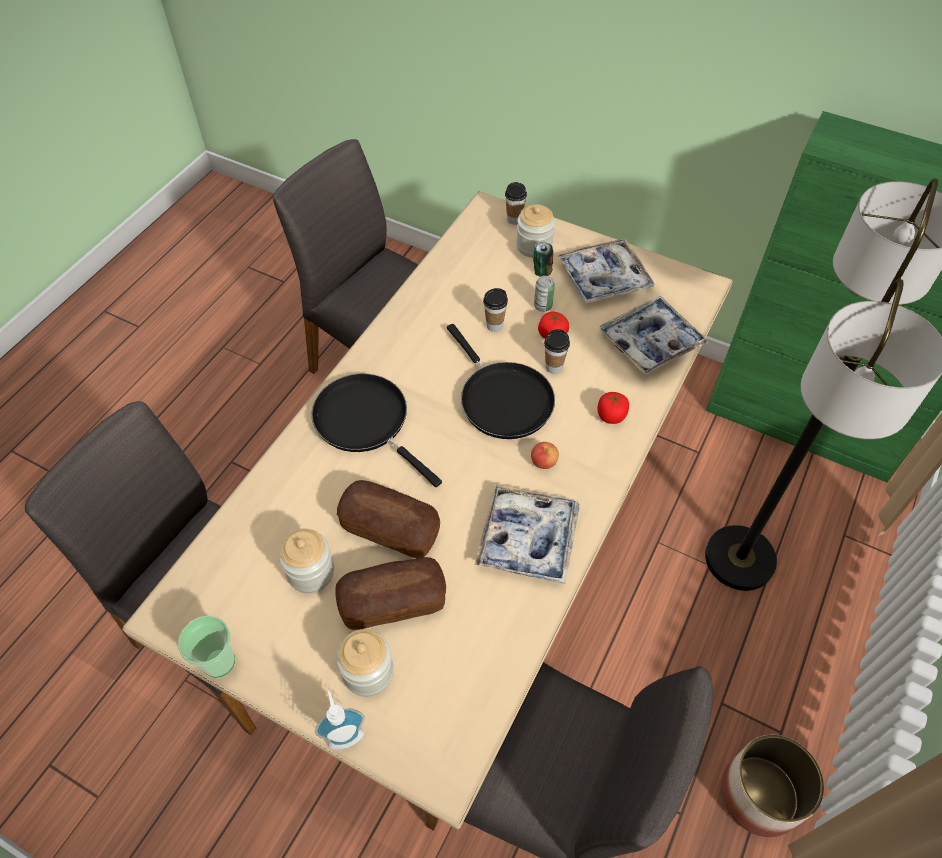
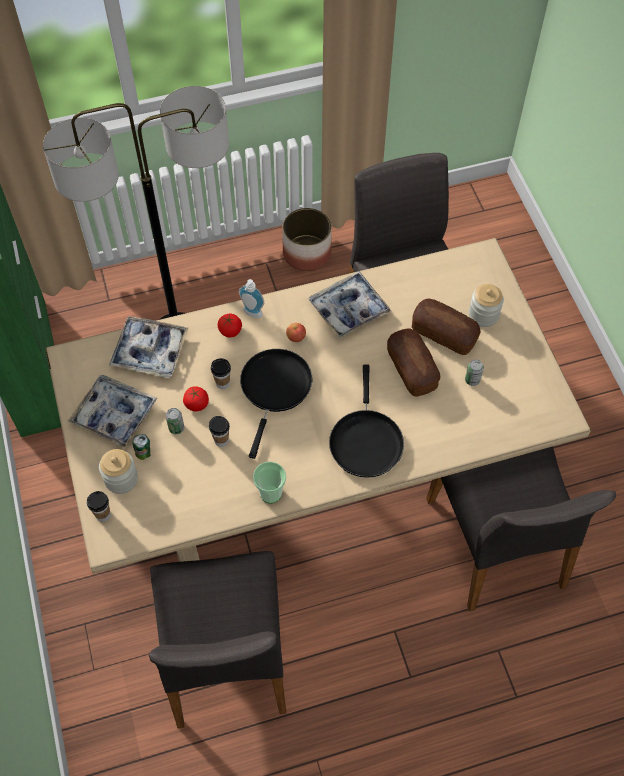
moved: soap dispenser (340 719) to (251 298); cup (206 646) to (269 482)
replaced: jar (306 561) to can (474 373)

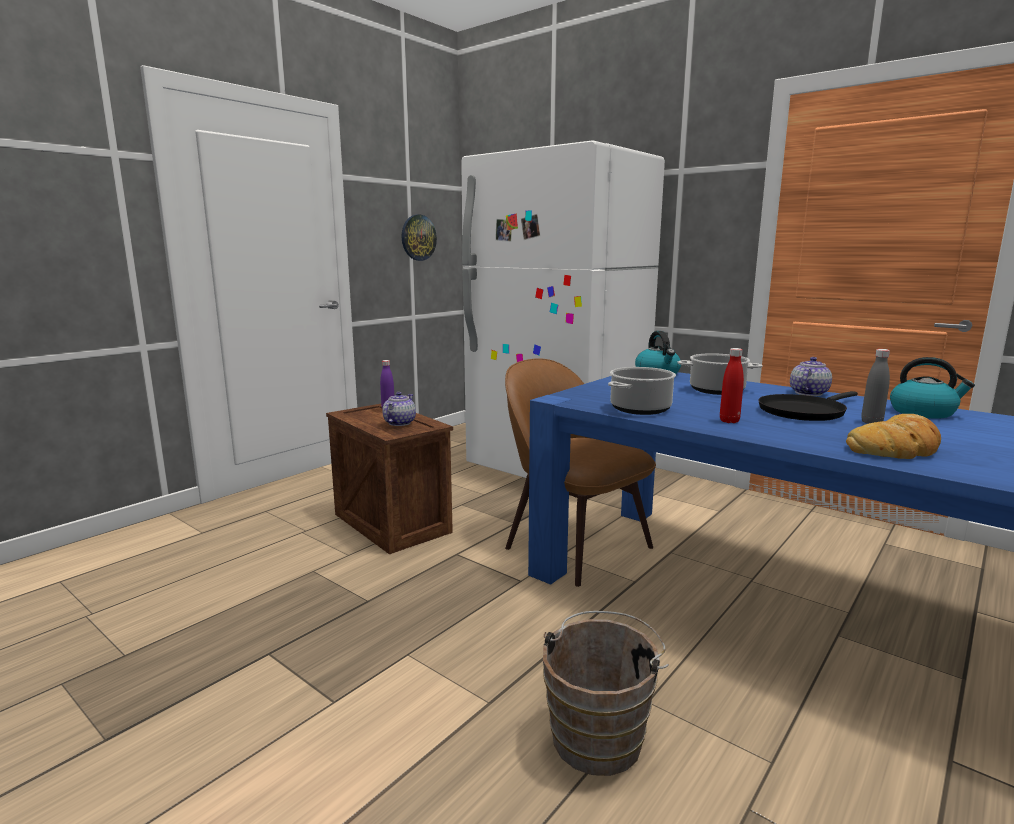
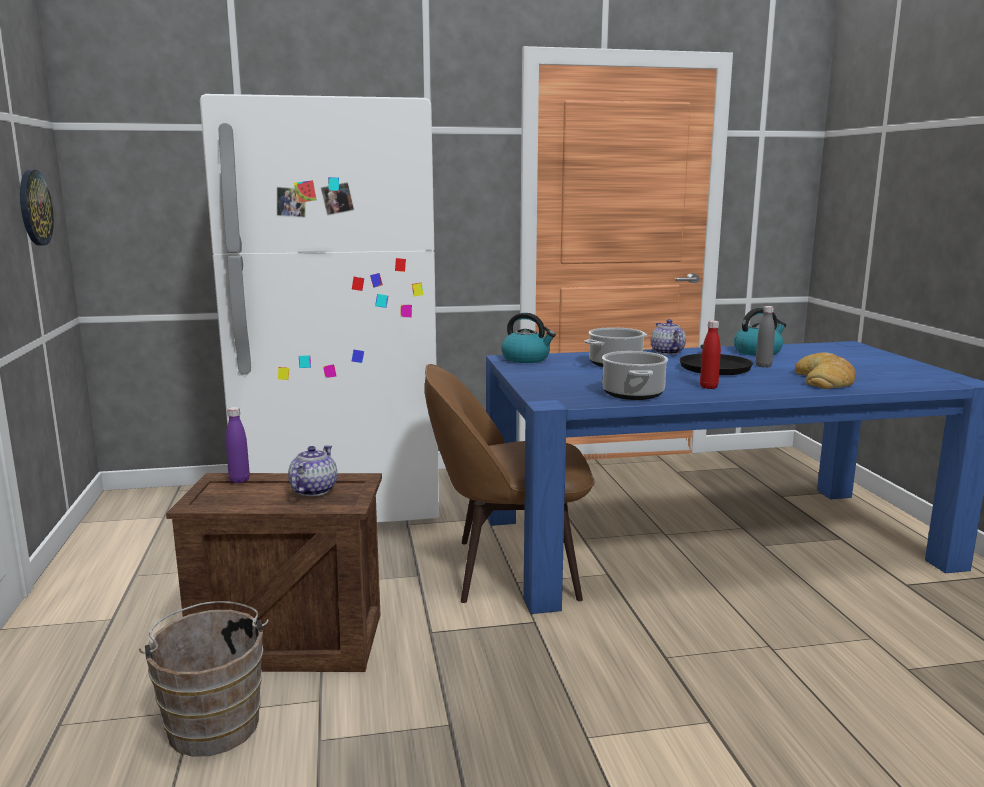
moved: bucket (brown) (606 693) to (204 679)
turned: teapot (399 409) = (312 470) 45 degrees clockwise

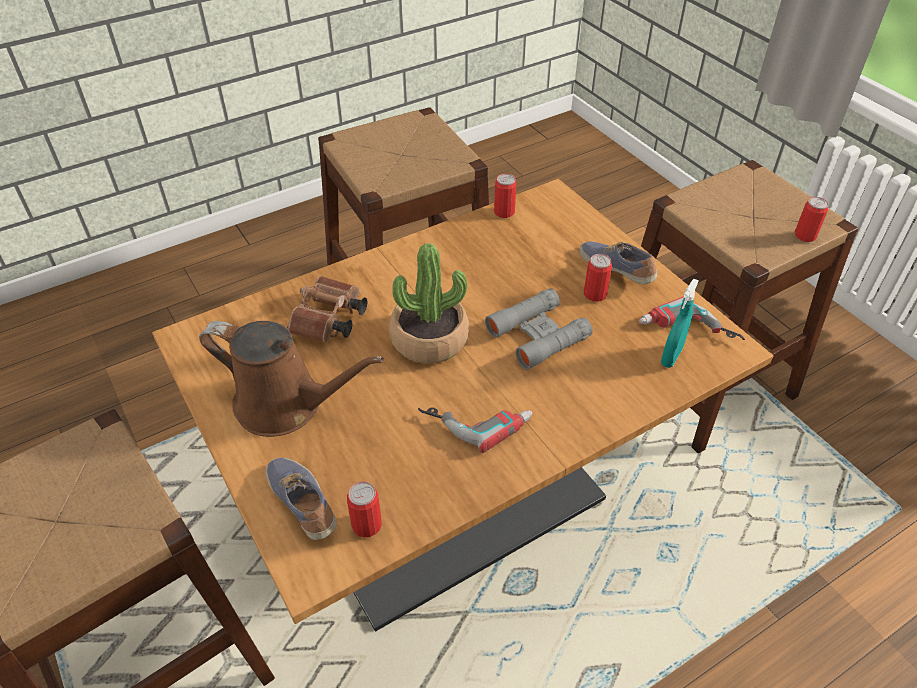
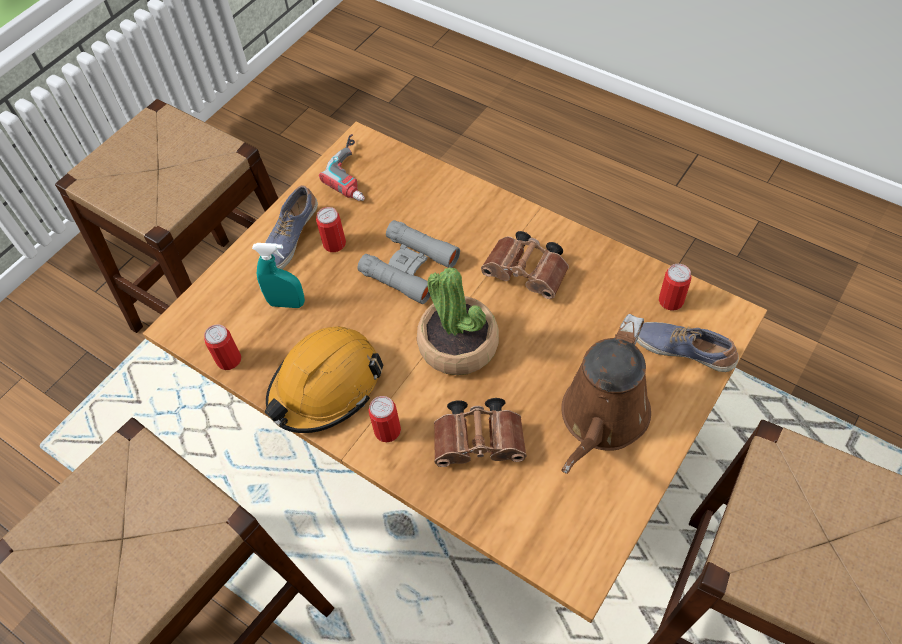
added: hard hat (orange) (324 379)
moved: spray bottle (turquoise) (680 323) to (278 275); can (811 219) to (384 419)
replaced: power drill (475 430) to binoculars (brown) (525 265)
turned: watering can (brown) (291 379) = (606 394) 150 degrees counterclockwise; shoe (301 499) = (688 347) 90 degrees clockwise

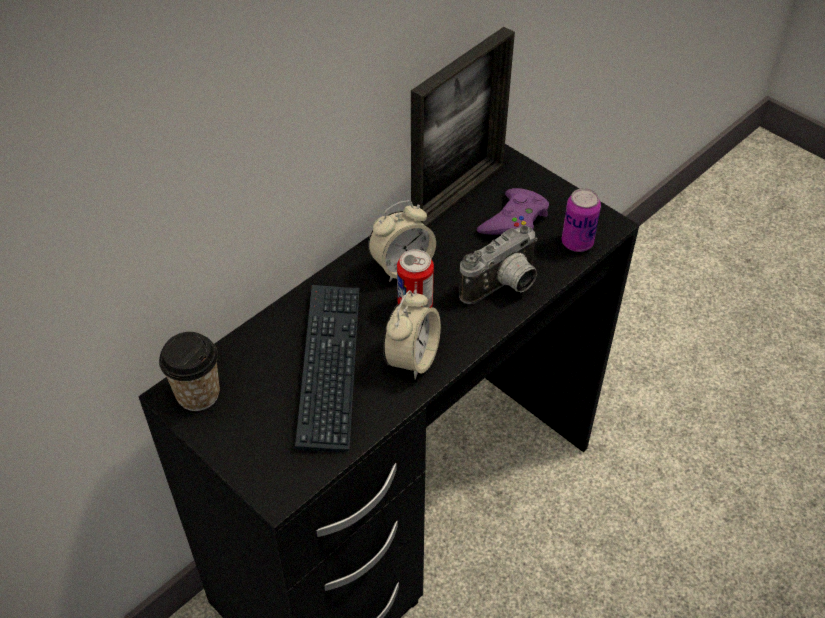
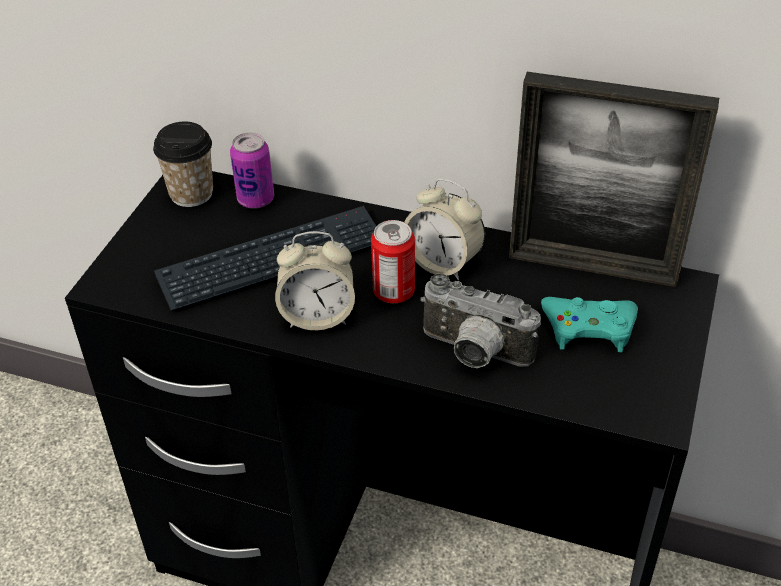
moved: can (581 220) to (252 171)
recoloured: game controller (purple) (513 211) to game controller (turquoise) (589 324)

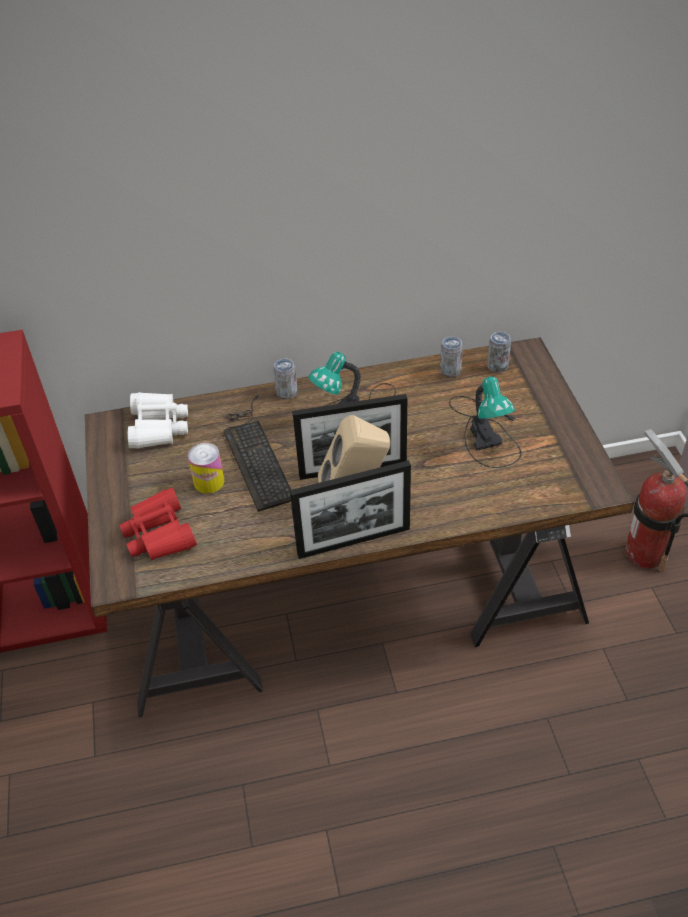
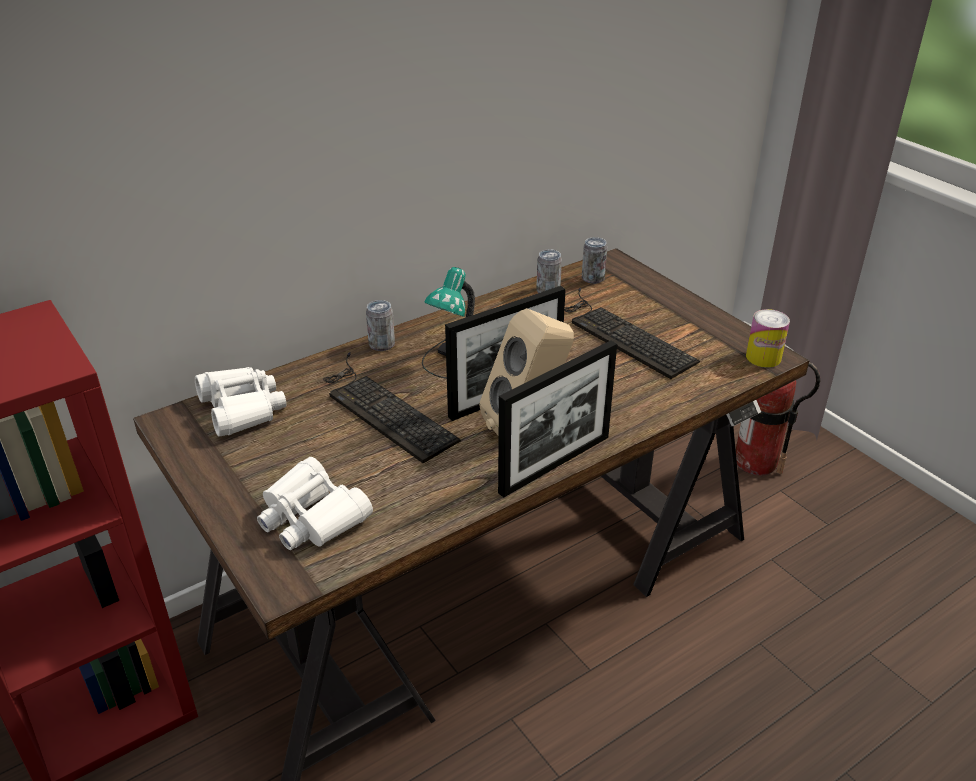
moved: can (206 468) to (768 338)
replaced: table lamp (485 422) to keyboard (632 333)
recoloured: binoculars (red) (158 524) to binoculars (white) (315 503)

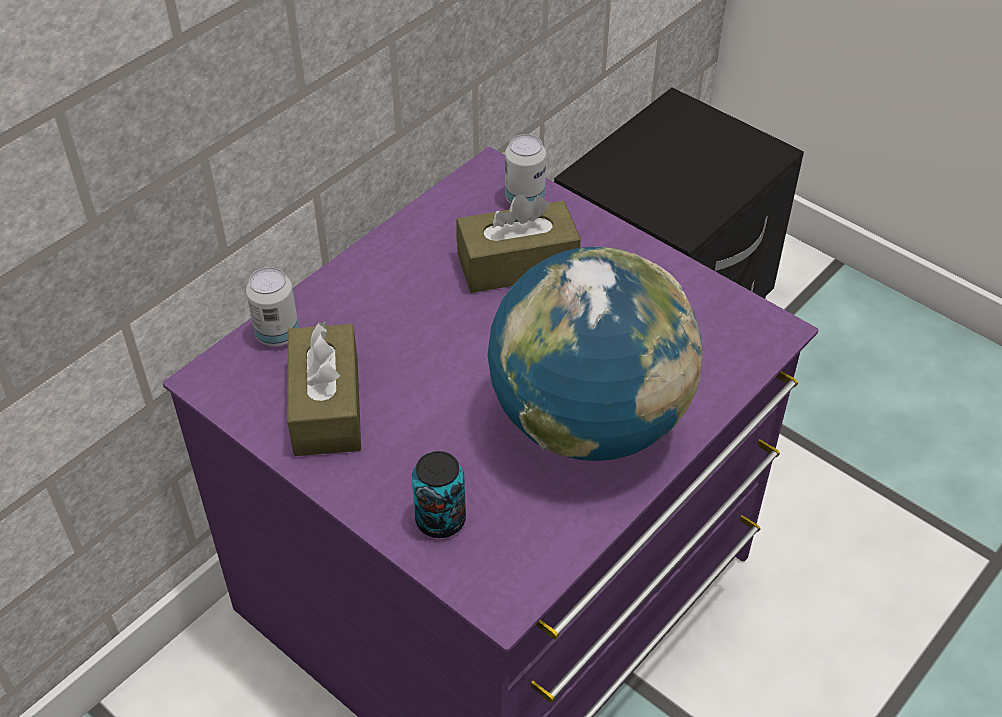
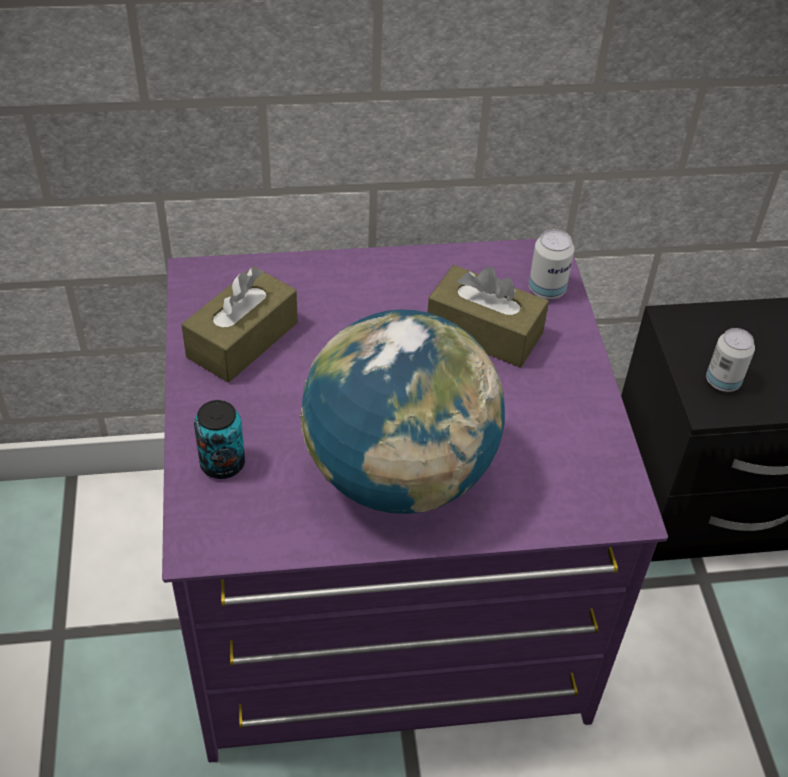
moved: can (272 306) to (730 360)

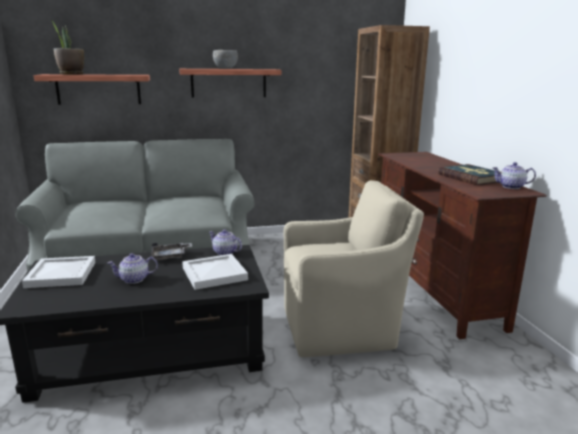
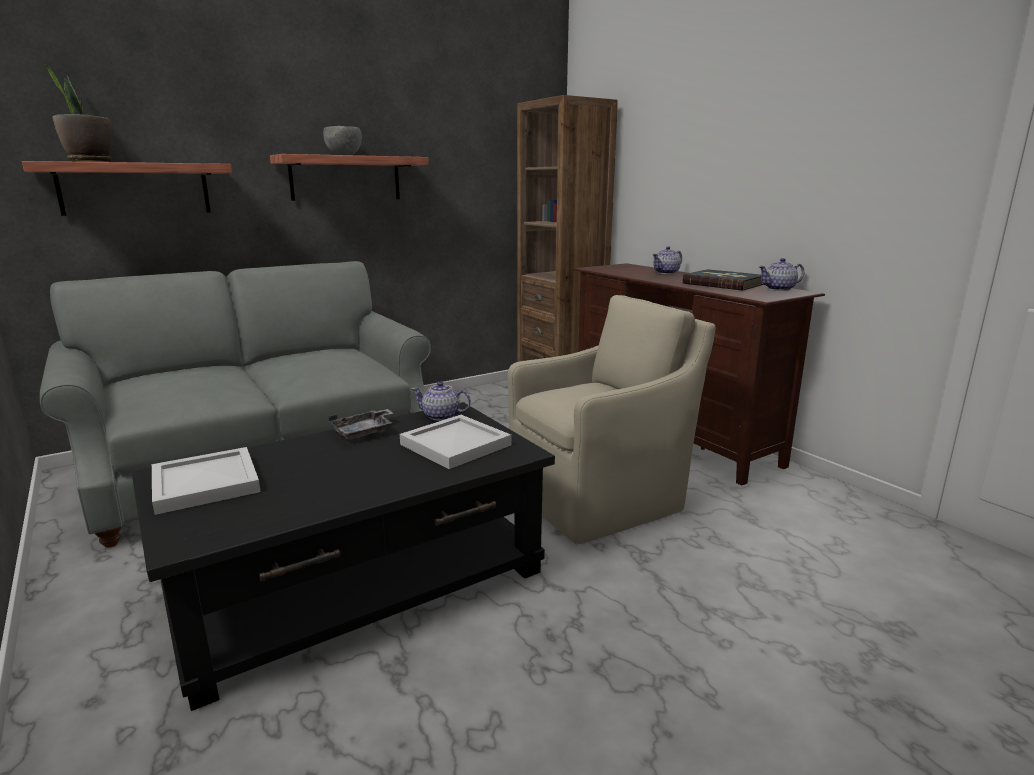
moved: teapot (132 268) to (667 260)

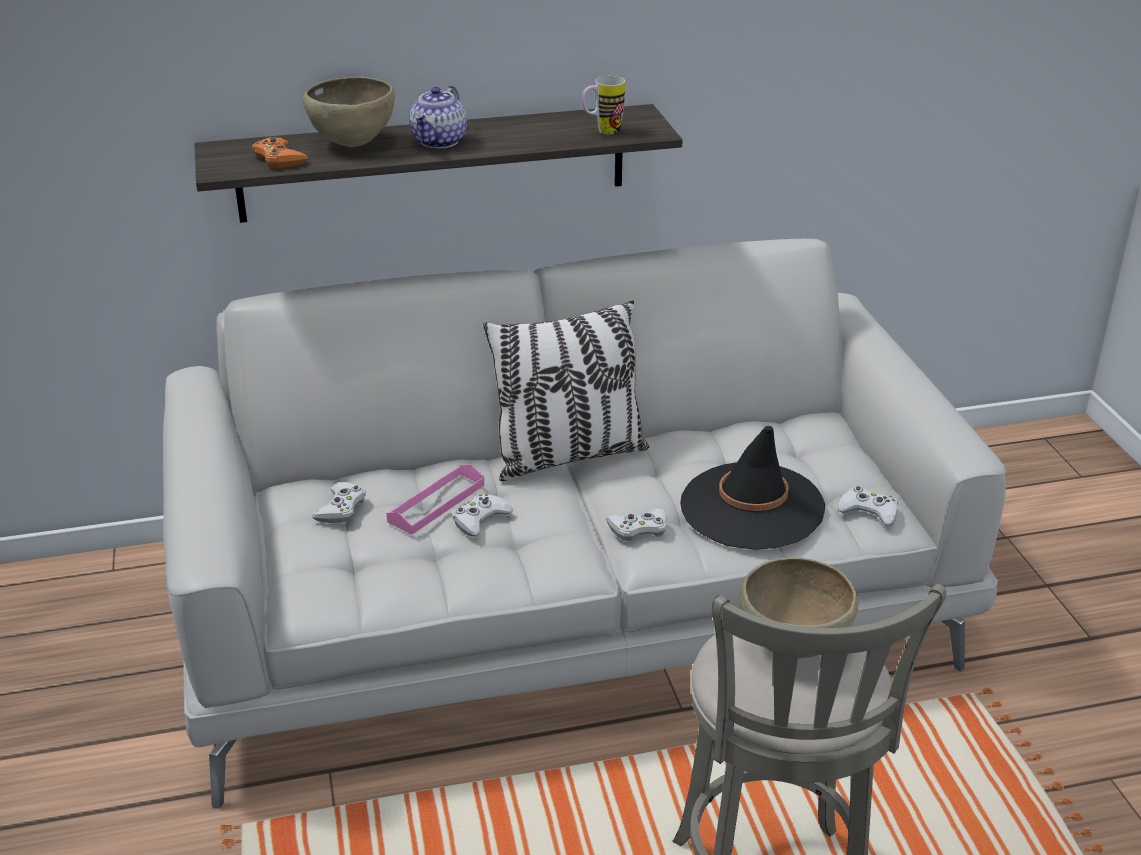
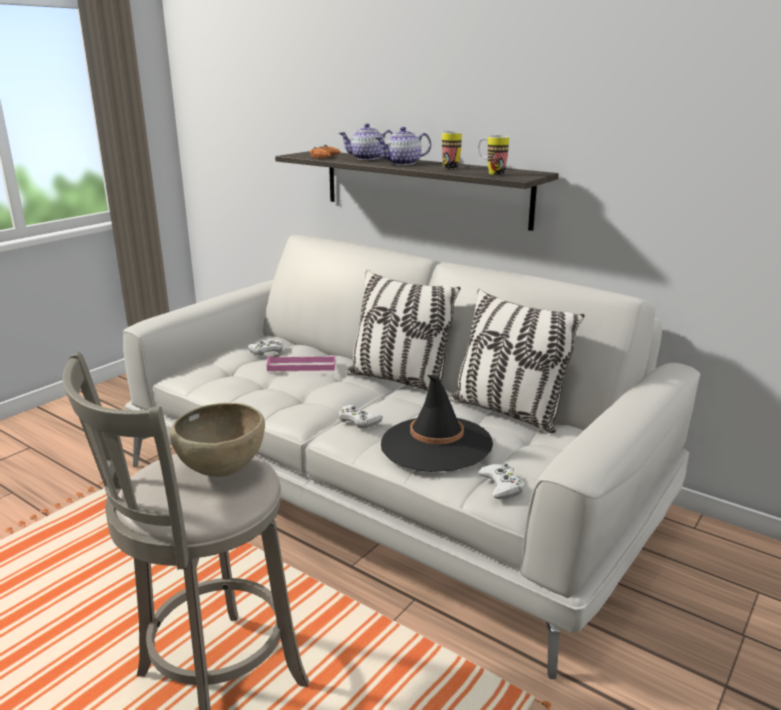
removed: game controller (white) (482 515)
added: mug (452 150); pillow (517 361)
replaced: bowl (brown) (349 112) to teapot (366 141)

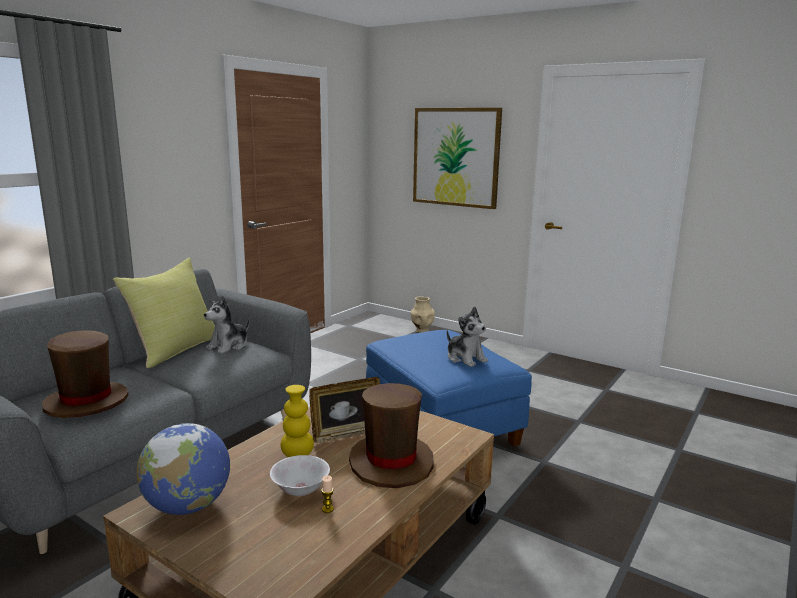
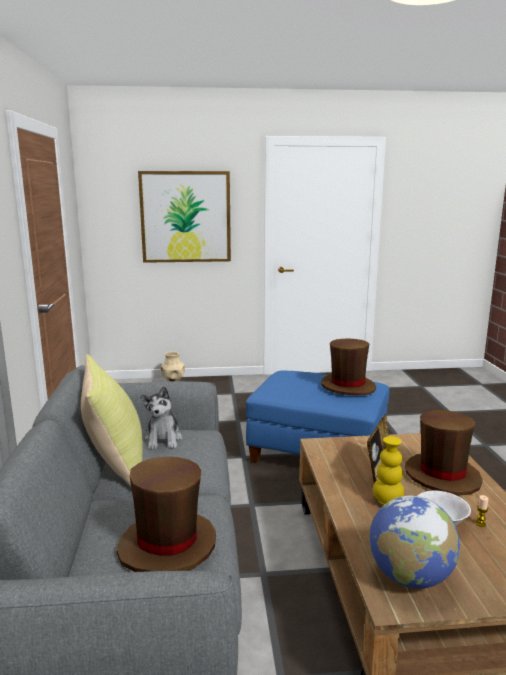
replaced: plush toy (467 336) to hat (brown) (348 366)

